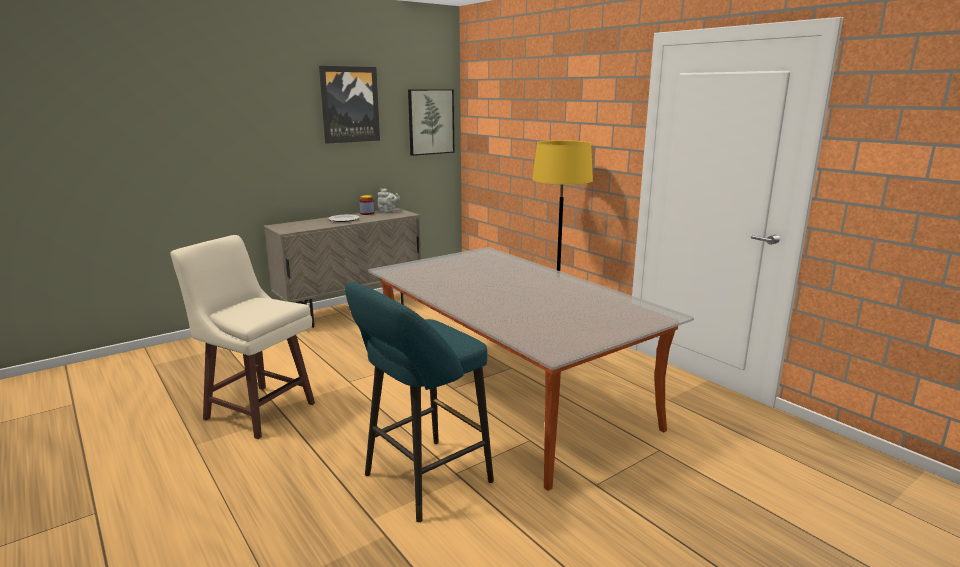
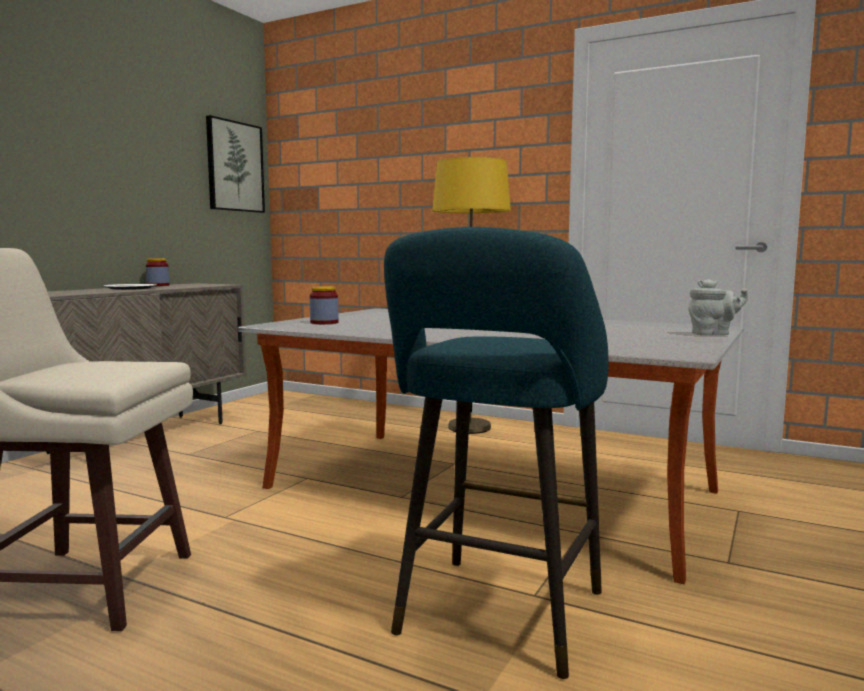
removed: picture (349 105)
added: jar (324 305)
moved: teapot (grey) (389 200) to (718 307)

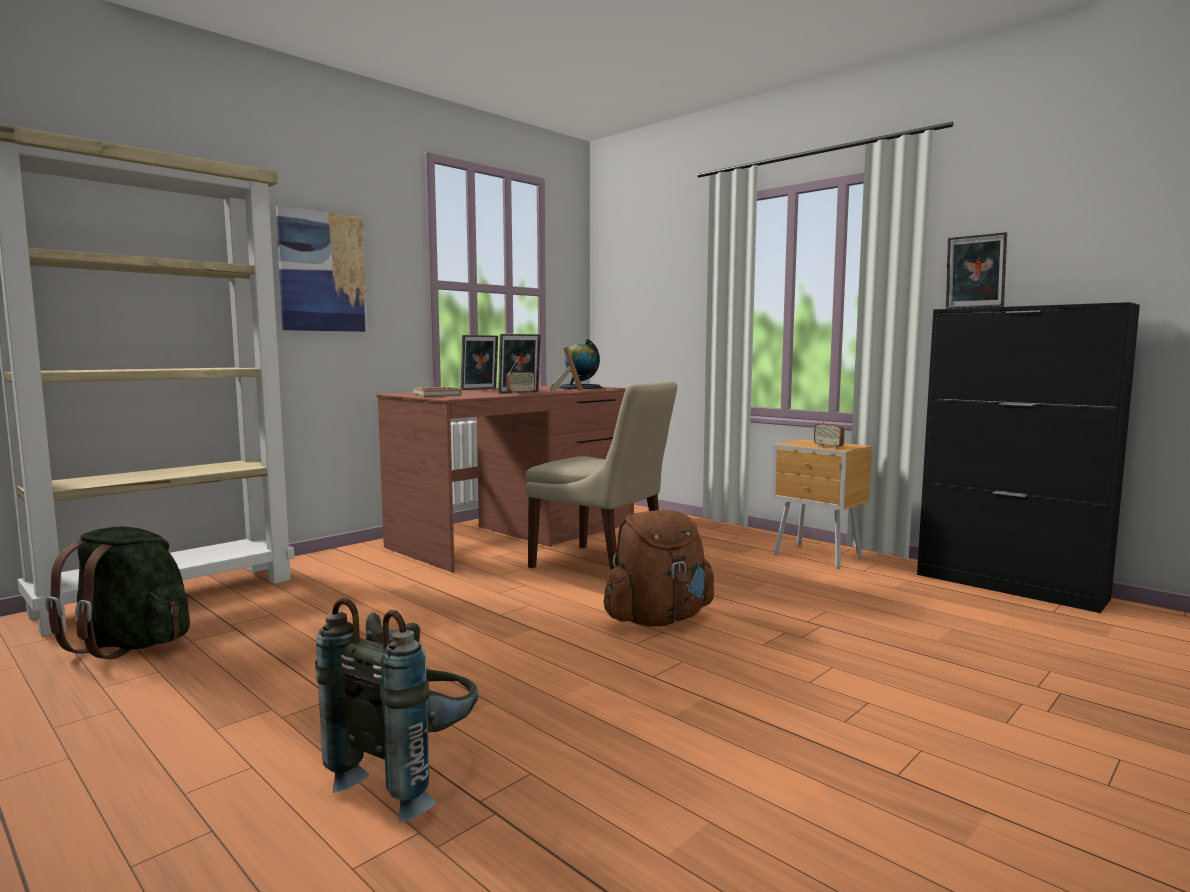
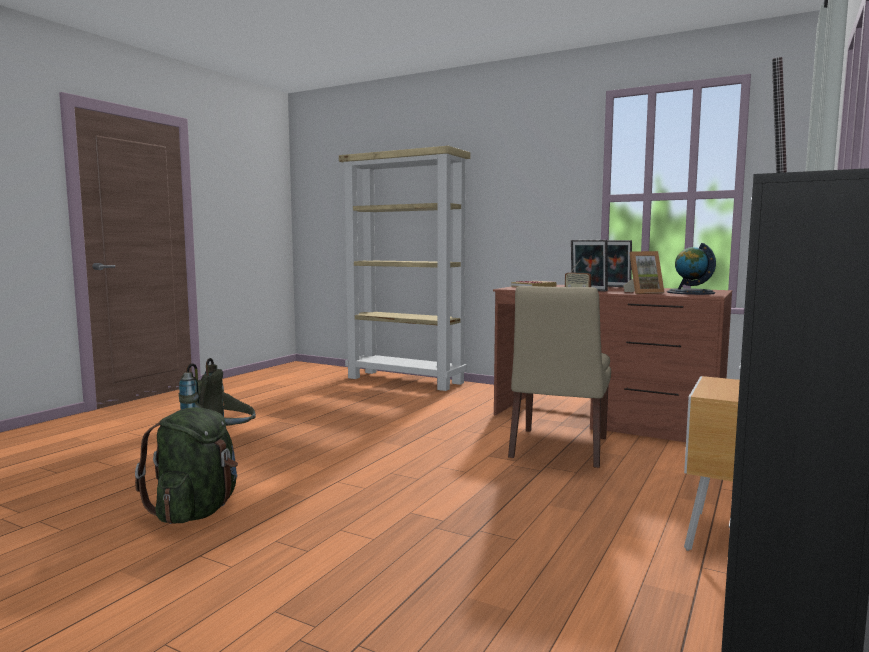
removed: picture (321 269); backpack (brown) (658 568); radio (829 428)
moved: backpack (green) (117 593) to (186 465)

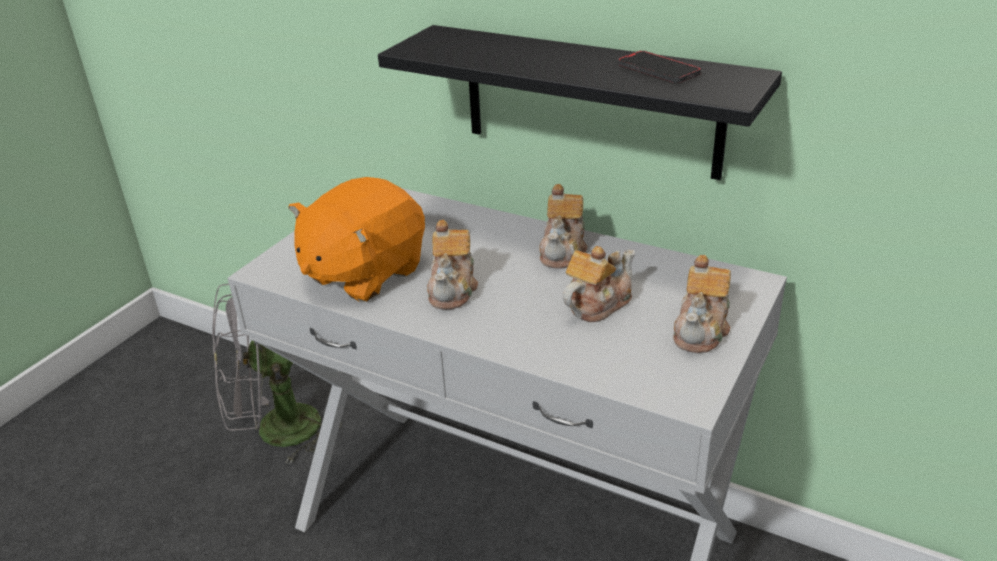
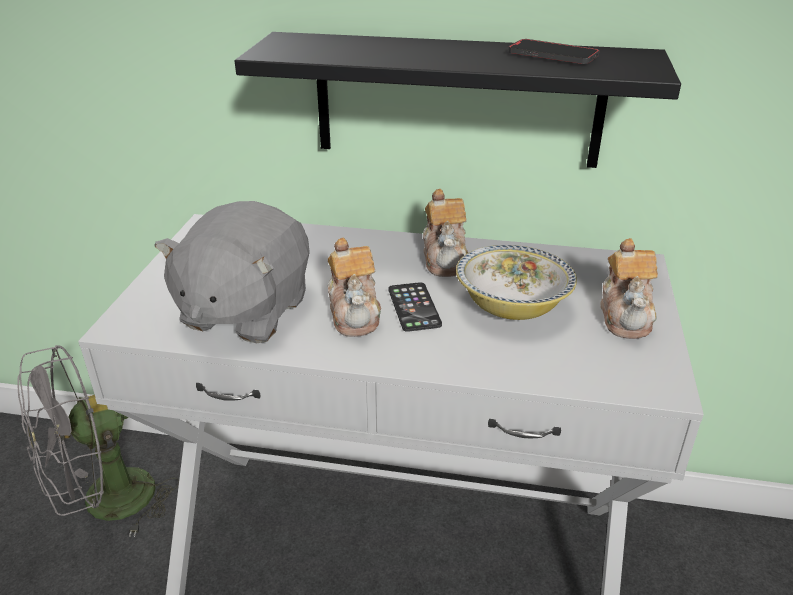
added: phone (415 307)
replaced: teapot (599 284) to bowl (516 282)
recoloured: plush toy (orange) (356 239) to plush toy (grey) (232 272)

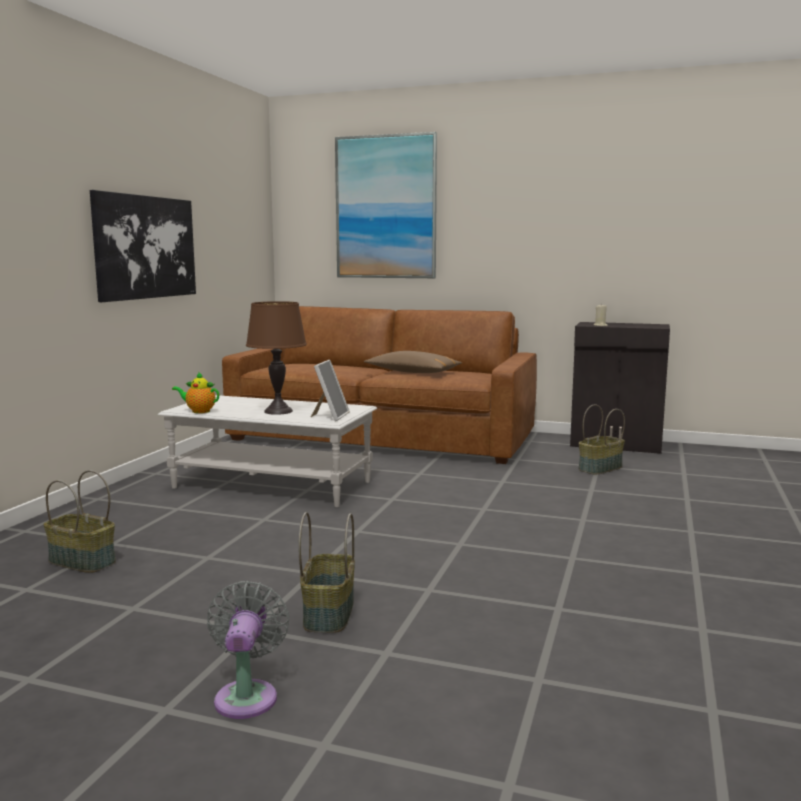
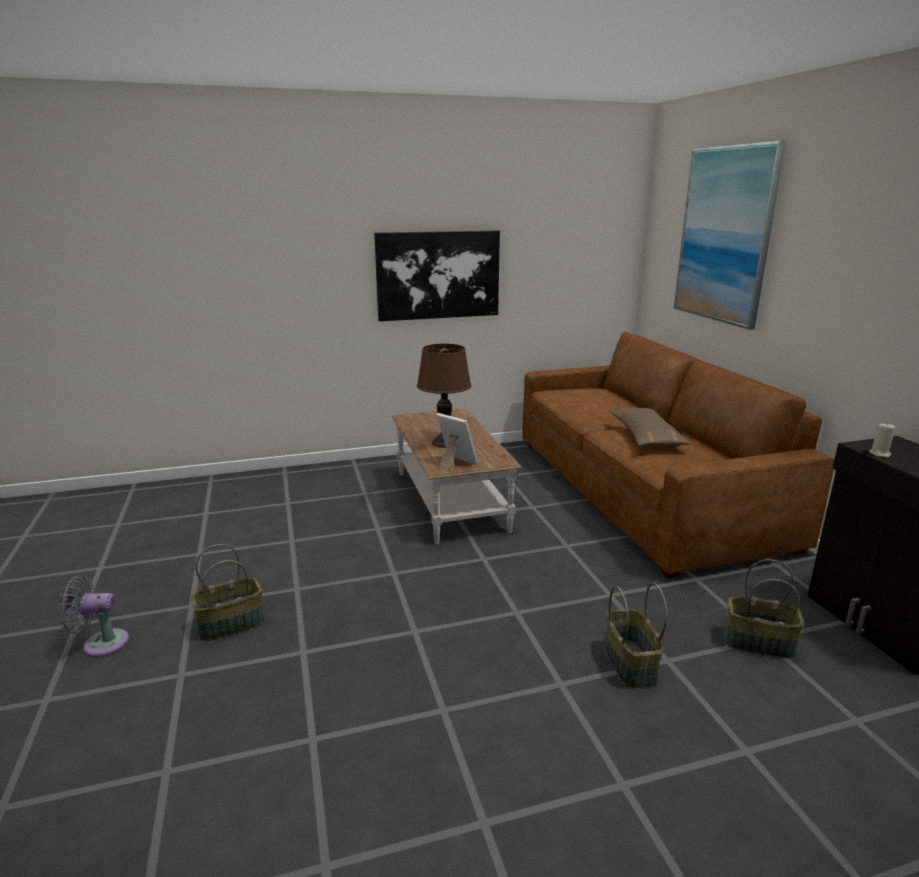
removed: teapot (195 392)
moved: basket (80 521) to (635 635)
recoloured: coffee table (white) (267 451) to coffee table (brown) (457 476)
turned: fan (grey) (248 650) = (93 616) 150 degrees counterclockwise; picture frame (330 390) = (457 441) 120 degrees counterclockwise

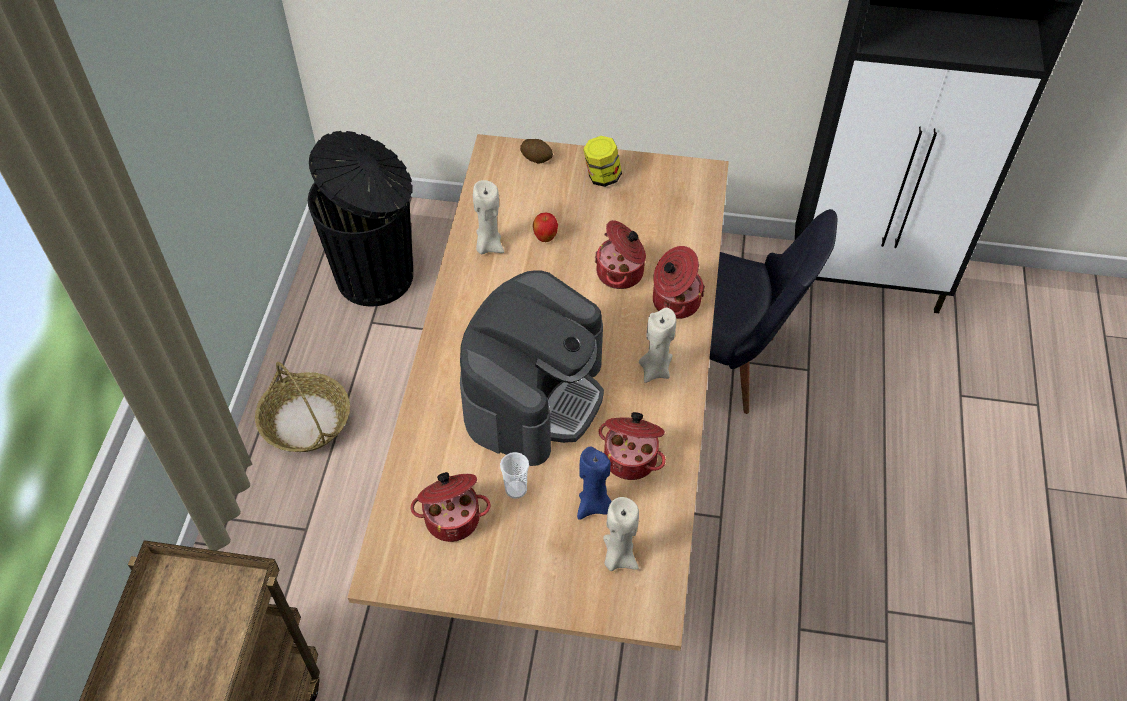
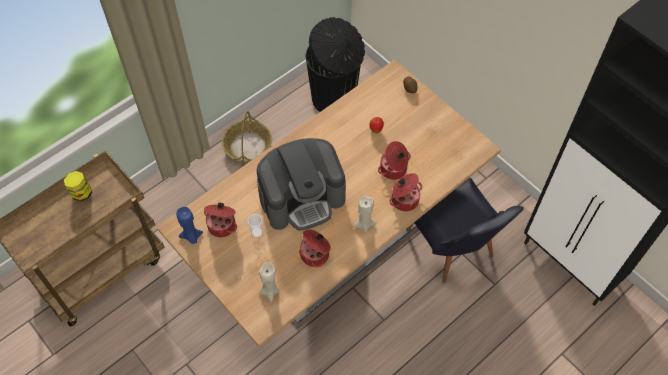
removed: candle (beige) (488 217)
moved: jar (602 161) to (78 186); candle (blue) (594 483) to (189 225)

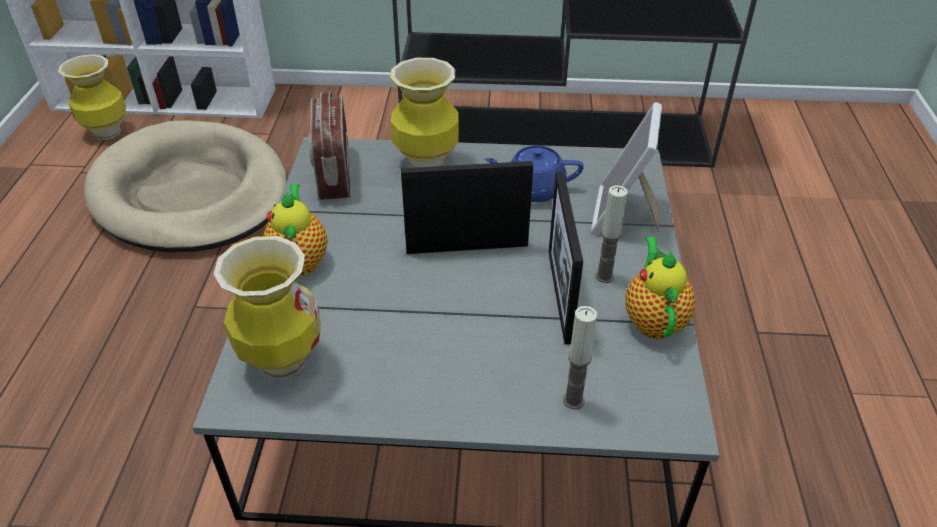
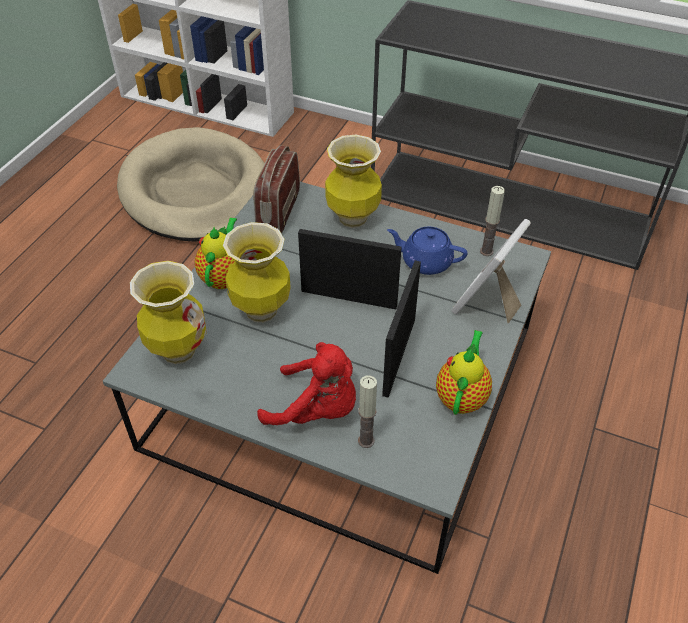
added: plush toy (red) (306 383)
moved: vase (92 97) to (257 272); candle (611 234) to (492 221)

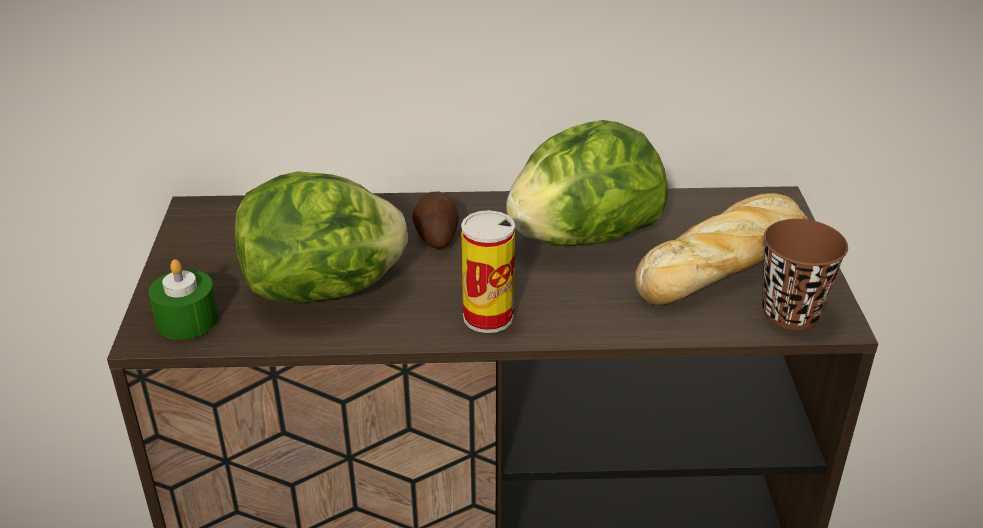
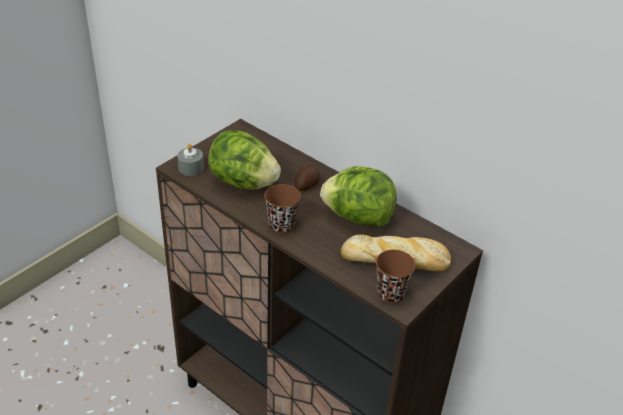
replaced: can (488 271) to cup (brown) (282 209)
recoloured: candle (green) (183 299) to candle (grey) (190 160)

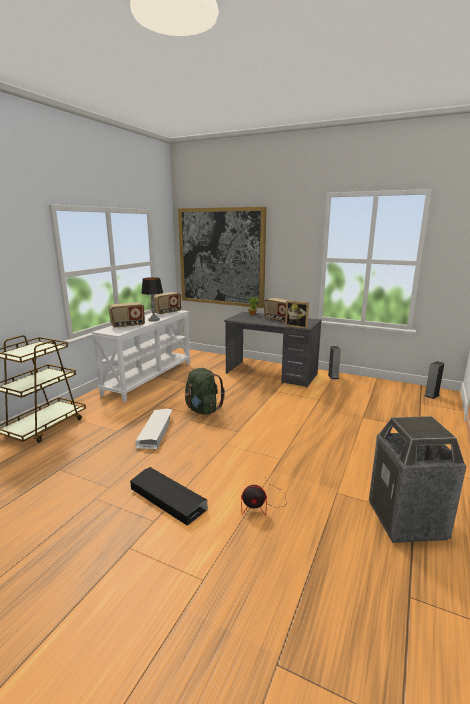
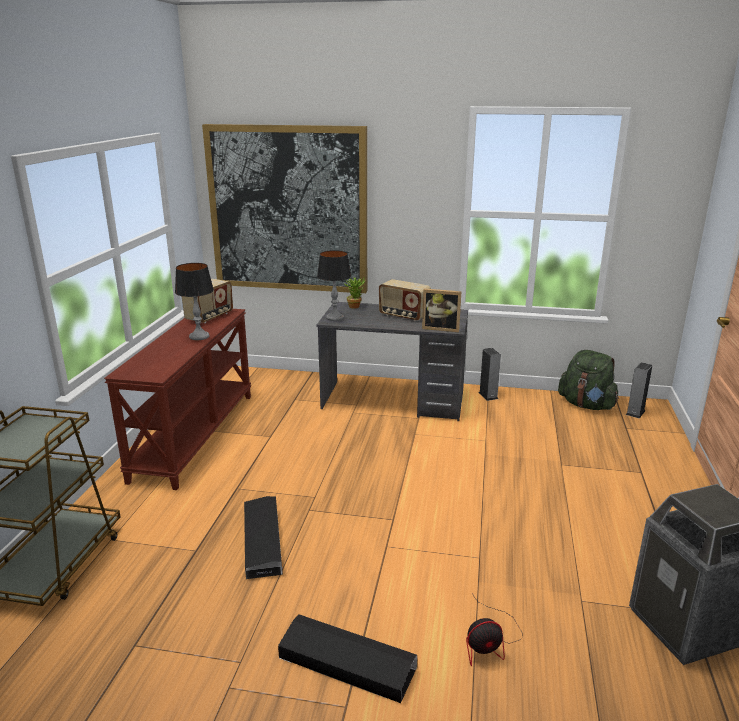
removed: radio (127 315)
added: table lamp (334 285)
moved: backpack (green) (205 391) to (588 380)
recoloured: console table (white) (141 356) to console table (brown) (177 399); storage box (white) (153 429) to storage box (black) (263 537)

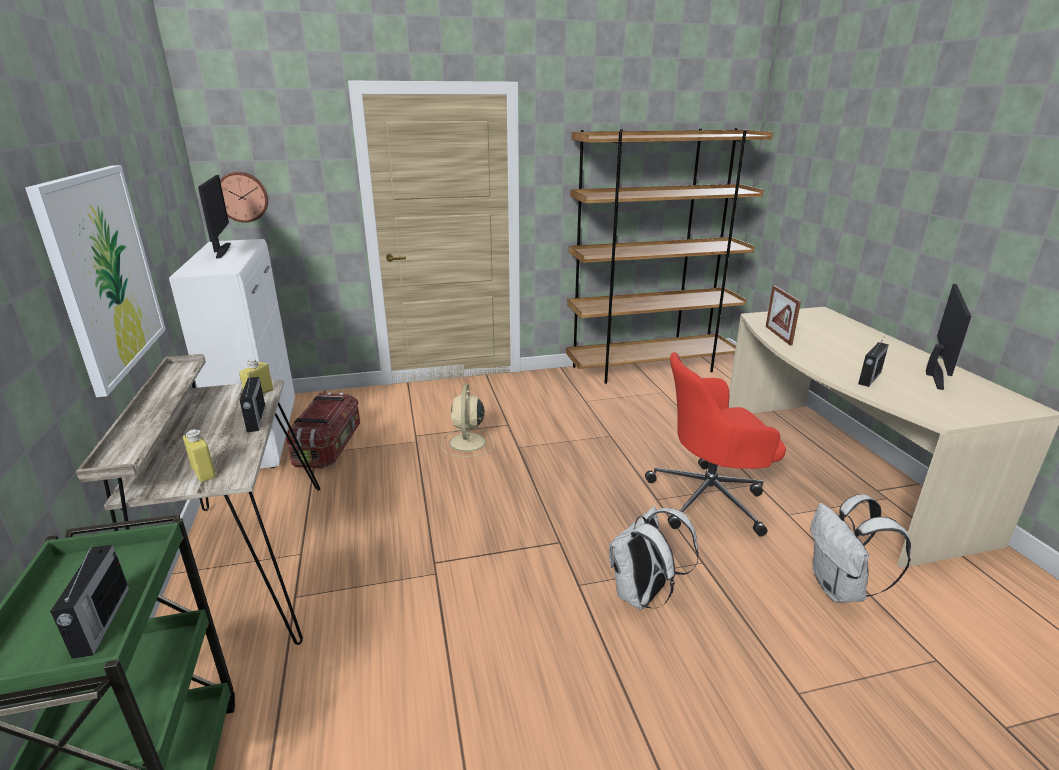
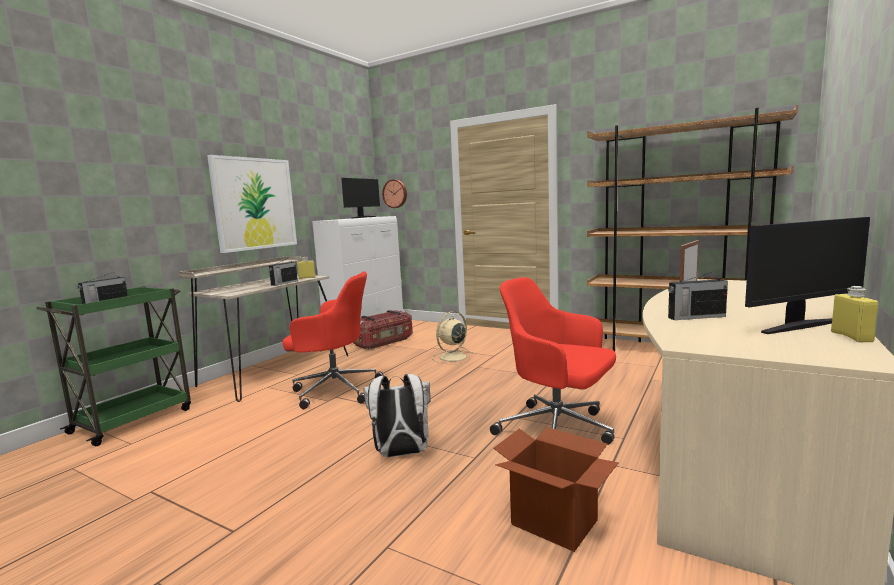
added: office chair (red) (333 340)
moved: bottle (yellow) (199 455) to (854 314)
replaced: backpack (white) (860 548) to cardboard box (556 489)

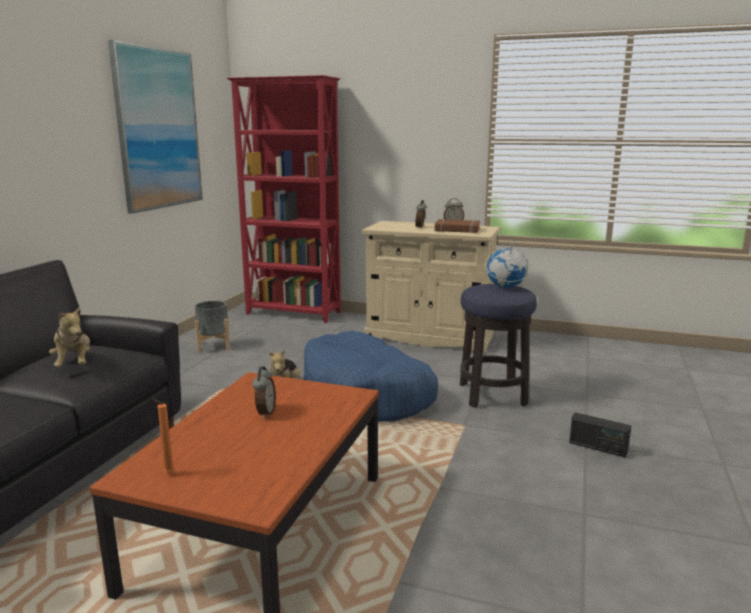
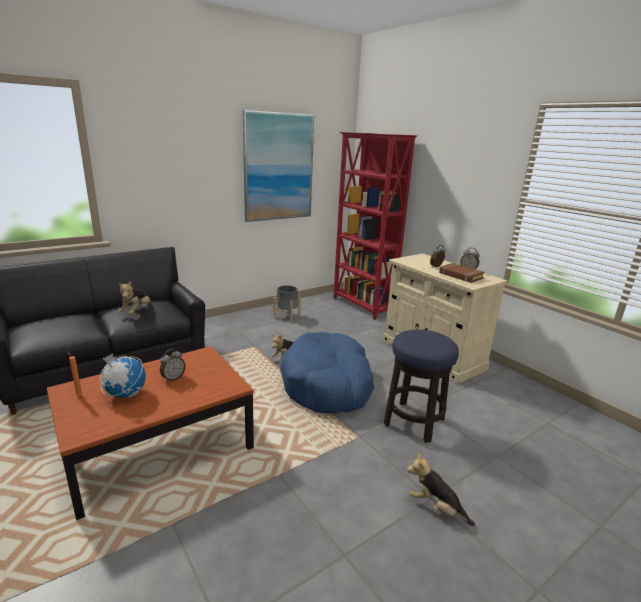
moved: globe (508 263) to (123 376)
replaced: radio (600 435) to plush toy (441 489)

